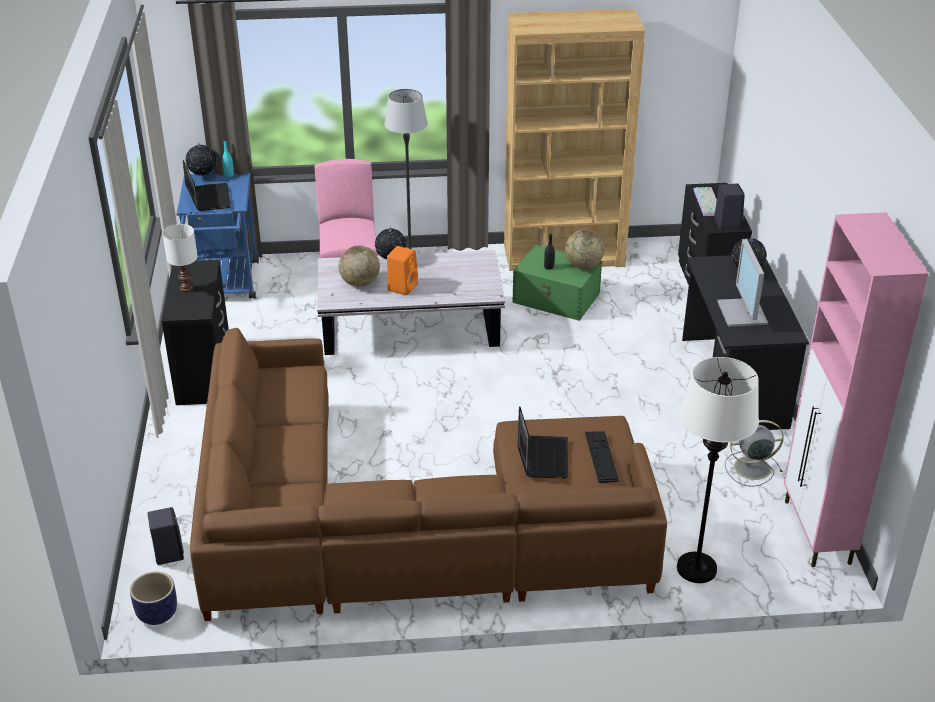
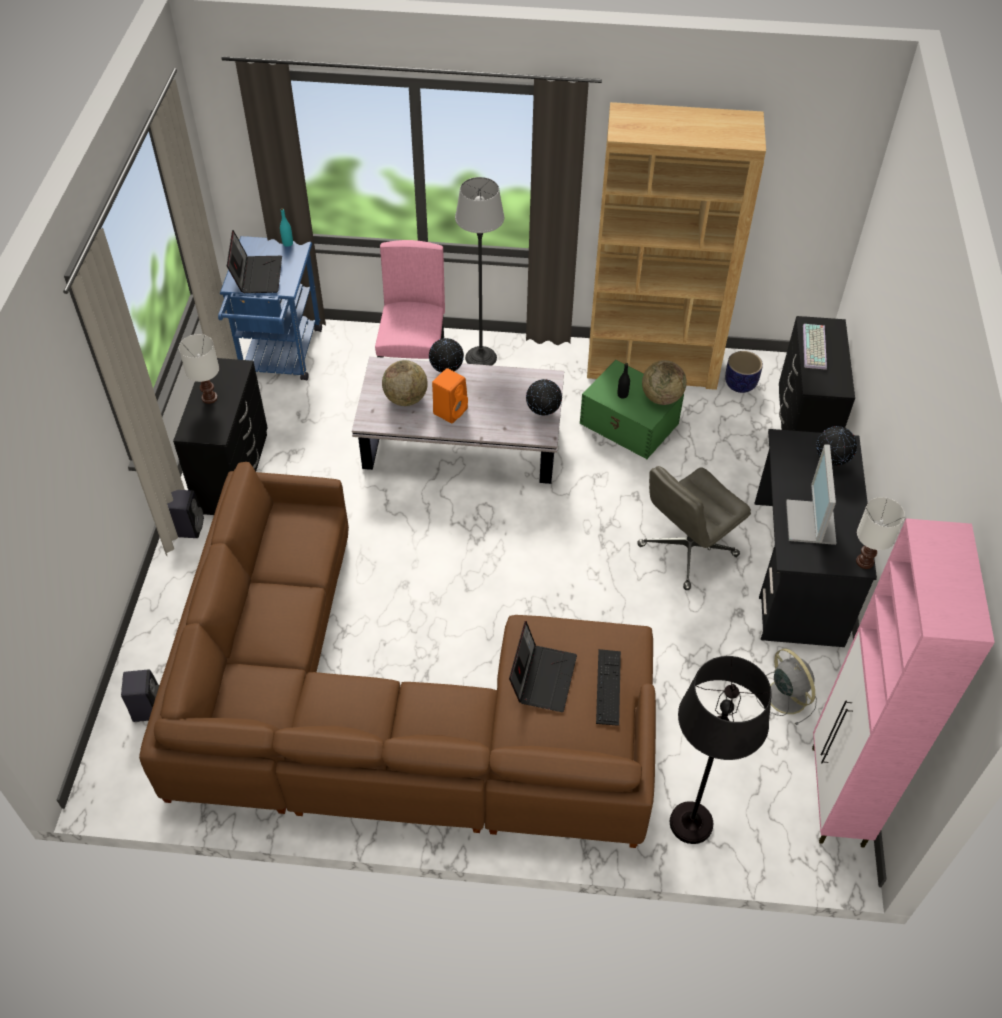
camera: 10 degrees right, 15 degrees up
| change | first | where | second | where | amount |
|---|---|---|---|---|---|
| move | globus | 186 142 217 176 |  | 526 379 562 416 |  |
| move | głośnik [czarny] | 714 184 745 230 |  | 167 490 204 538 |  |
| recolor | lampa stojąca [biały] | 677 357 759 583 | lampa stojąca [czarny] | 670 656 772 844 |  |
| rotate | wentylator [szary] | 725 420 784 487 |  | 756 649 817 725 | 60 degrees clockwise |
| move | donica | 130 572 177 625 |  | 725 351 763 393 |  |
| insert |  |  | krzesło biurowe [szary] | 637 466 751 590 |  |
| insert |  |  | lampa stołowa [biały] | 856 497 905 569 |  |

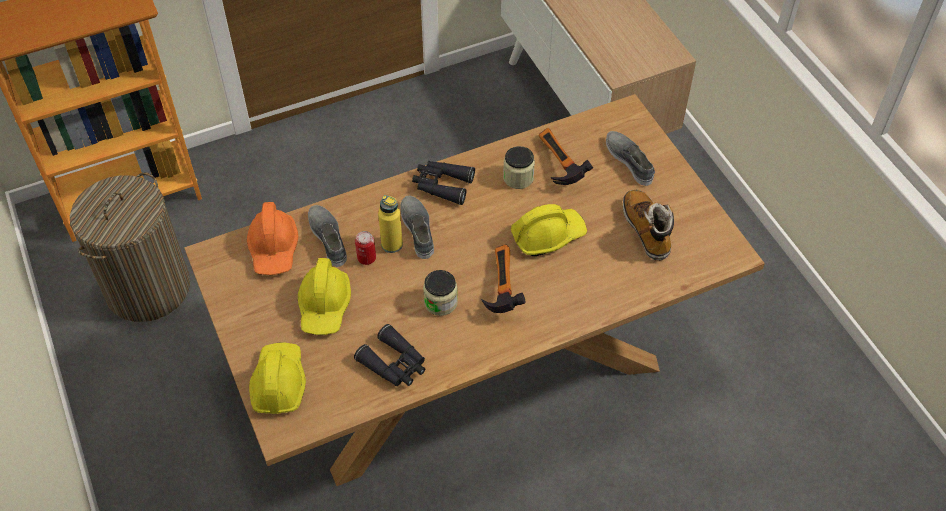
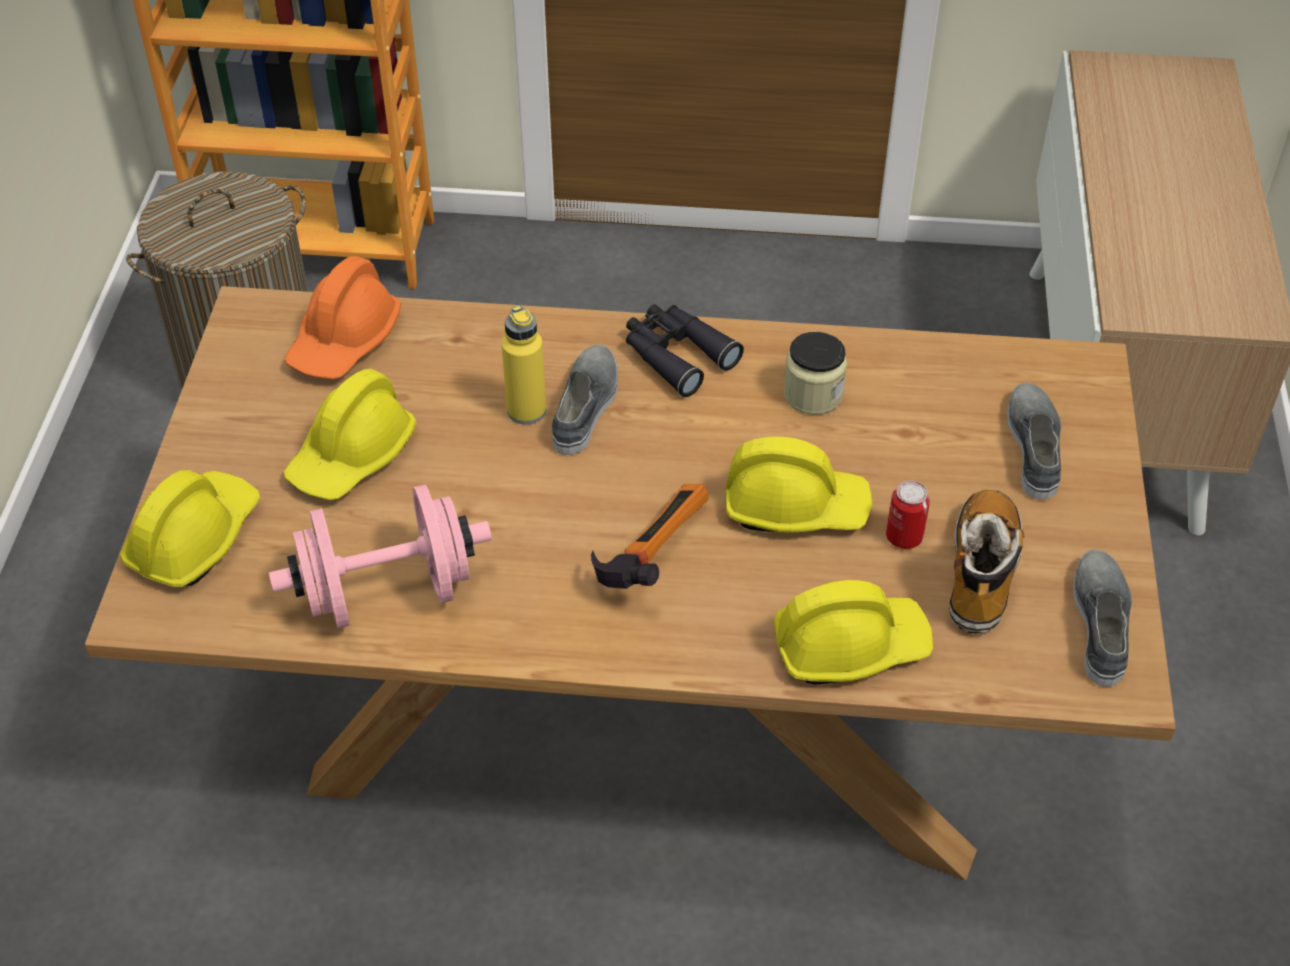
camera: 30 degrees right, 5 degrees down
| change | first | where | second | where | amount |
|---|---|---|---|---|---|
| delete | młotek | 539 128 593 185 |  |  |  |
| move | but [szary] | 308 205 347 267 |  | 1073 549 1132 687 |  |
| move | puszka | 355 231 376 265 |  | 886 481 930 549 |  |
| delete | słoik | 423 270 458 316 |  |  |  |
| replace | lornetka [czarny] | 354 324 425 386 | hantel [różowy] | 269 485 492 628 |  |
| insert |  |  | kask [żółty] | 774 580 933 685 |  |

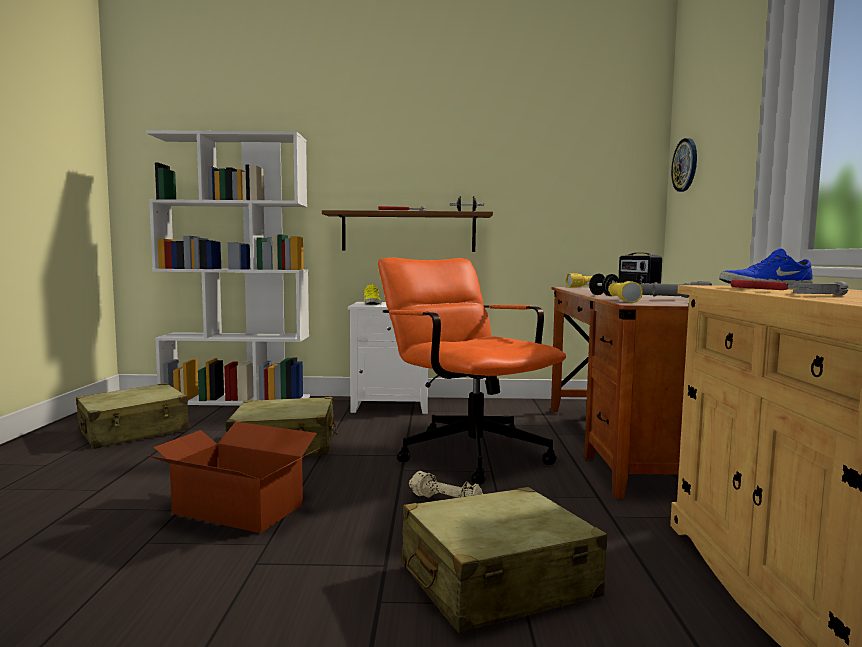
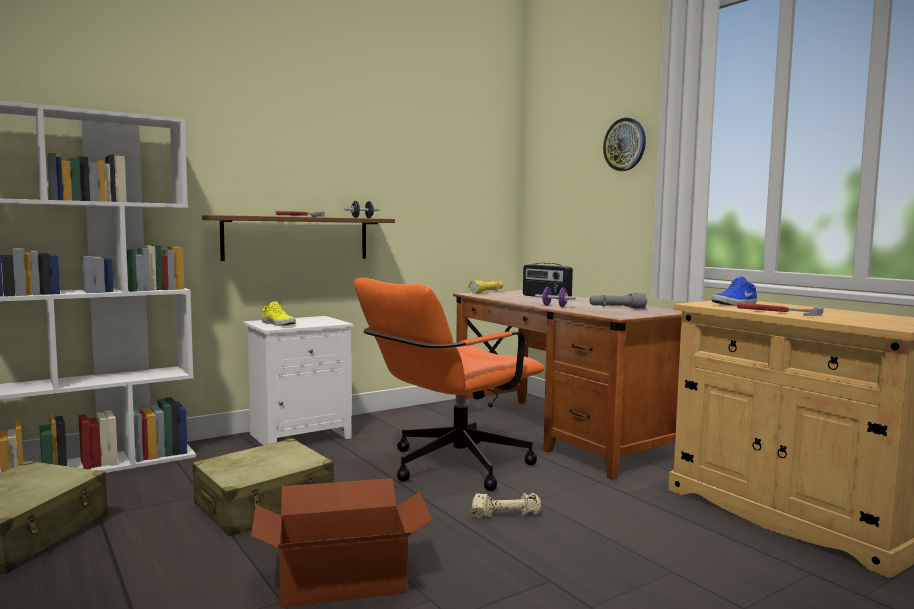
camera: 35 degrees left, 0 degrees up
| change | first | where | second | where | amount |
|---|---|---|---|---|---|
| move | zegar ścienny | 671 138 697 192 |  | 603 118 646 171 |  |
| rotate | krzesło biurowe [pomarańczowy] | 378 257 566 485 |  | 354 278 545 491 | 60 degrees counterclockwise |
| recolor | hantel [czarny] | 587 273 620 296 | hantel [fioletowy] | 535 287 576 307 |  |
| delete | latarka [żółty] | 608 281 643 303 |  |  |  |
| delete | walizka [beżowy] | 401 487 607 633 |  |  |  |

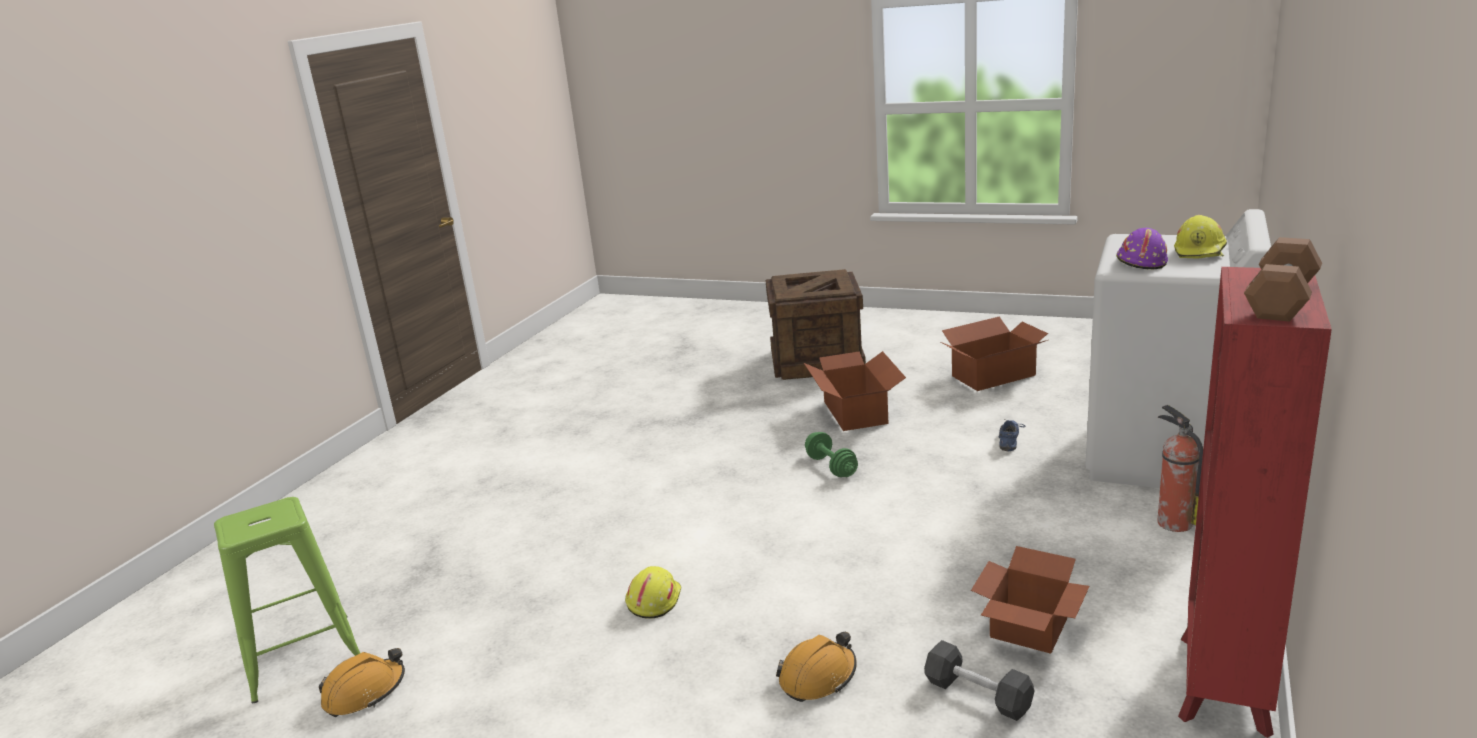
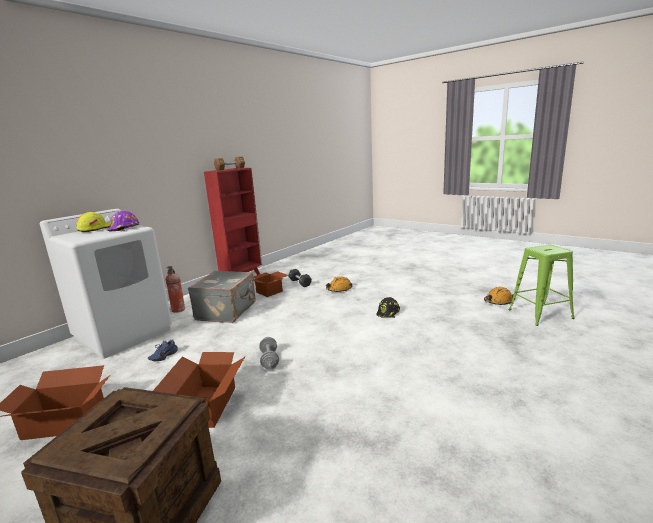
camera: 165 degrees left, 5 degrees down
| change | first | where | second | where | amount |
|---|---|---|---|---|---|
| recolor | hantel [zielony] | 805 432 858 477 | hantel [szary] | 259 337 279 370 |  |
| recolor | kask [żółty] | 625 566 681 619 | kask [czarny] | 376 297 400 318 |  |
| insert |  |  | walizka [szary] | 188 271 256 323 |  |

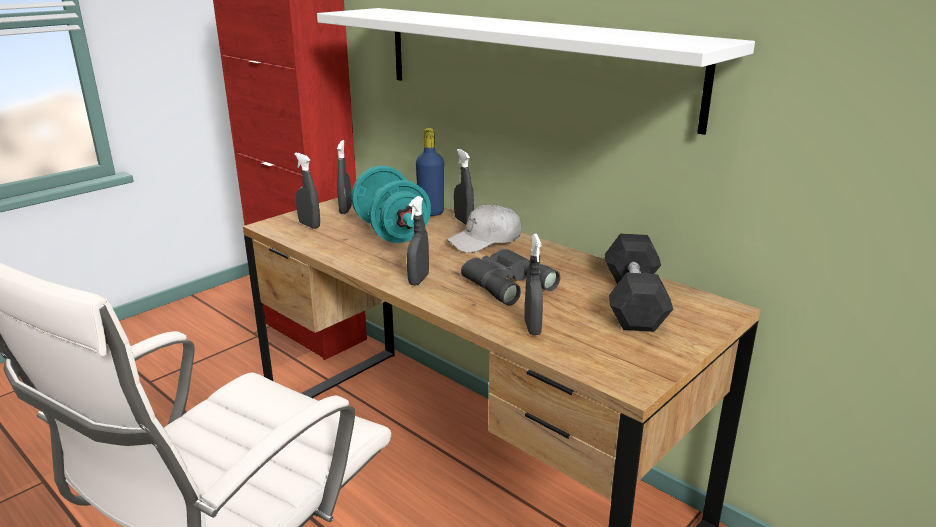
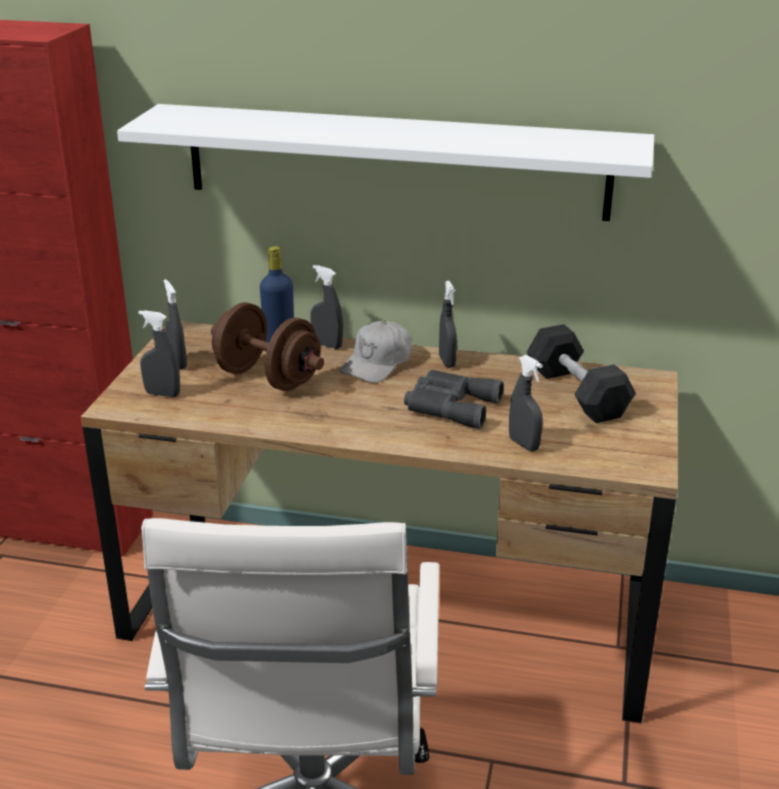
camera: 30 degrees left, 5 degrees up
| change | first | where | second | where | amount |
|---|---|---|---|---|---|
| recolor | hantel [turkusowy] | 351 166 431 243 | hantel [brązowy] | 211 302 324 391 |  |
| move | spryskiwacz [szary] | 407 196 429 285 |  | 439 281 457 368 |  |

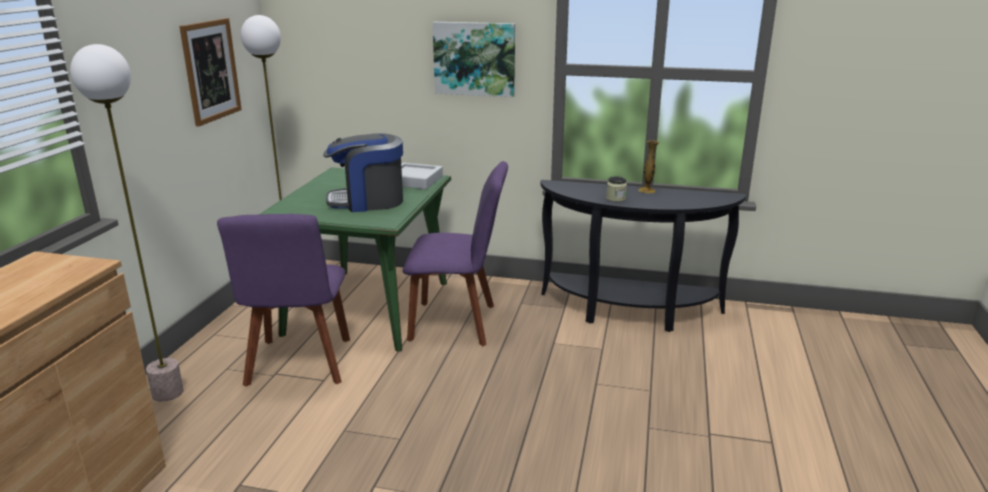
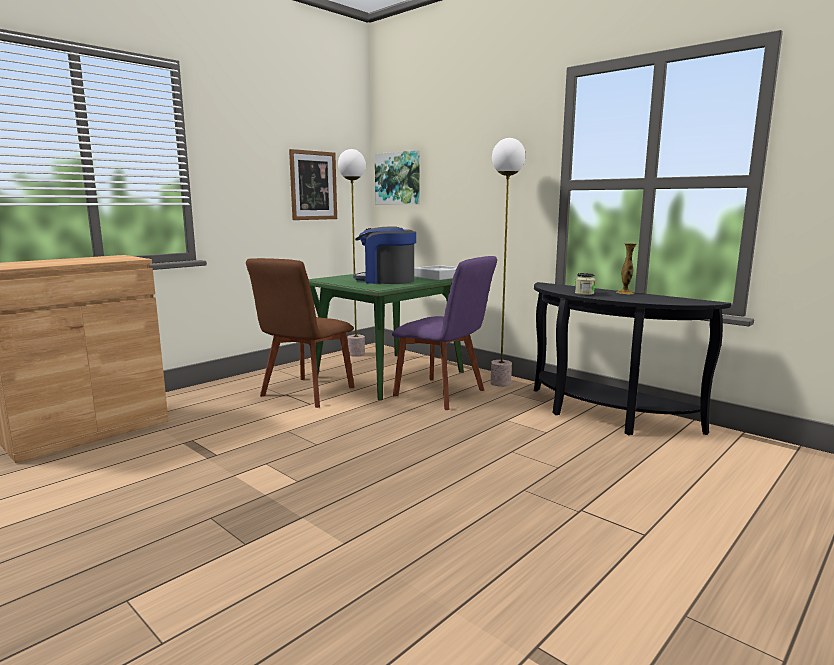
camera: 30 degrees right, 10 degrees down
| change | first | where | second | where | amount |
|---|---|---|---|---|---|
| move | obraz | 433 22 515 97 |  | 375 150 419 205 |  |
| move | lampa stojąca | 70 44 184 402 |  | 491 138 526 387 |  |
| recolor | krzesło [fioletowy] | 217 214 350 387 | krzesło [brązowy] | 246 258 355 408 |  |

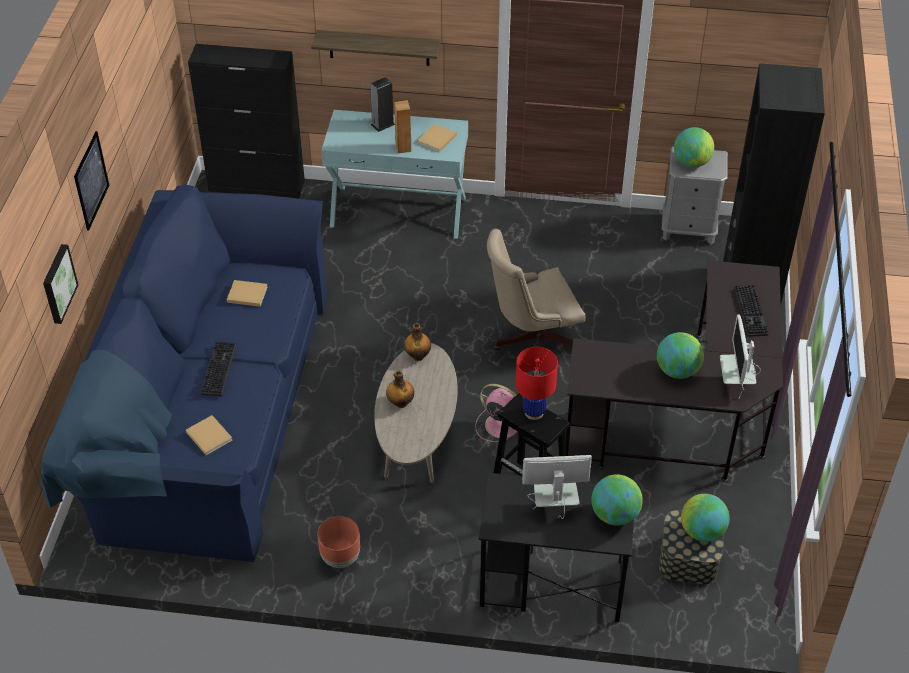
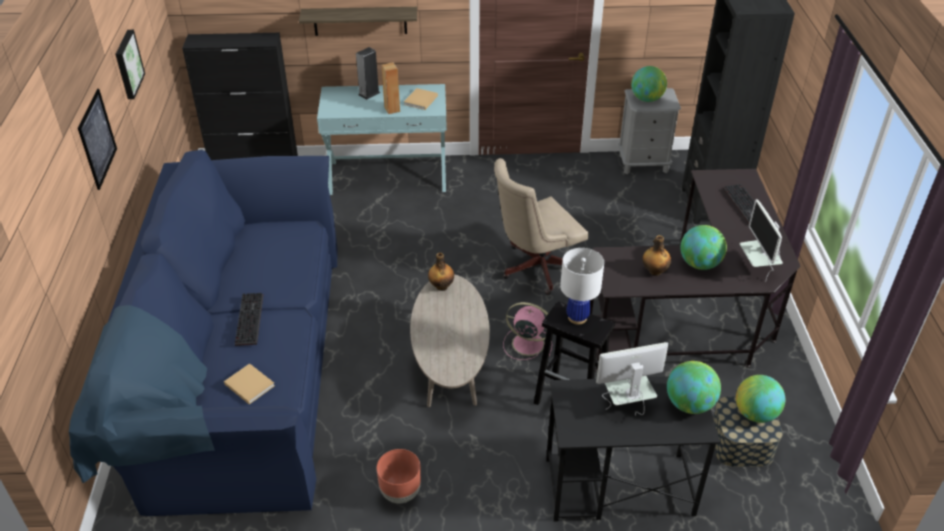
camera: 10 degrees left, 5 degrees down
| change | first | where | second | where | amount |
|---|---|---|---|---|---|
| move | obraz | 43 244 78 324 |  | 115 30 145 99 |  |
| delete | książka [beżowy] | 227 280 268 307 |  |  |  |
| recolor | lampa stołowa [czerwony] | 516 347 558 420 | lampa stołowa [biały] | 560 248 604 325 |  |
| move | butelka | 386 370 414 408 |  | 642 235 671 276 |  |

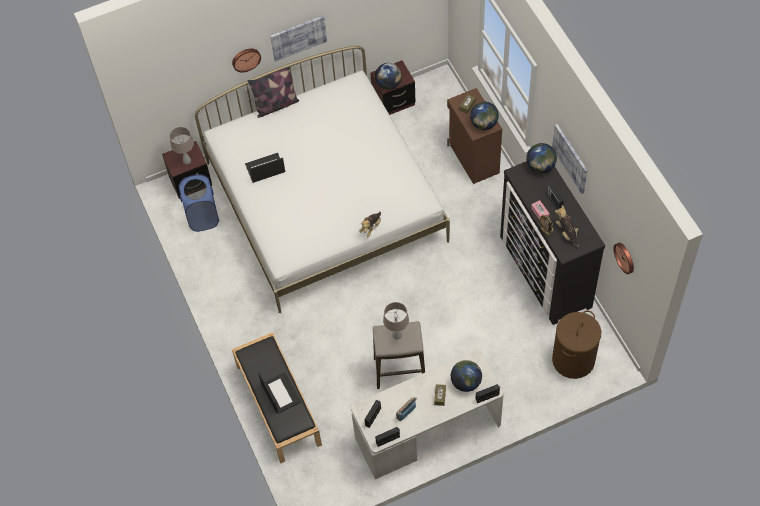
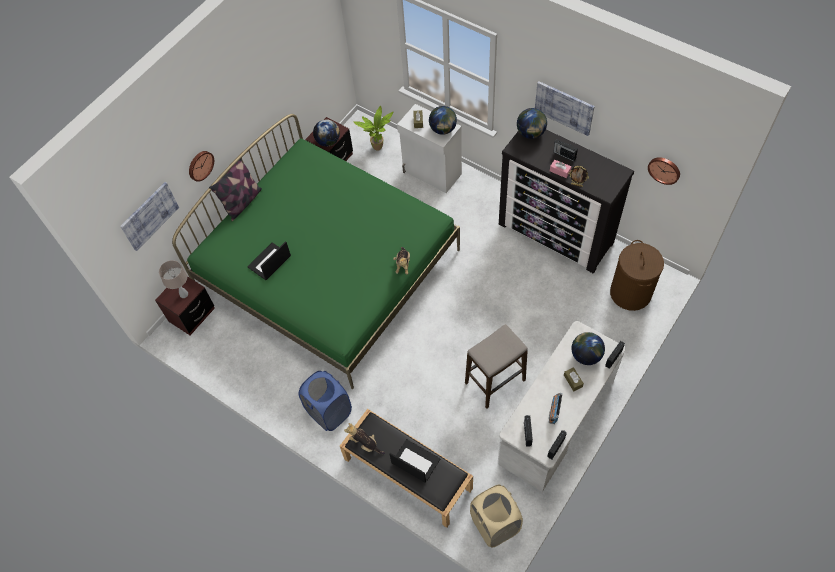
camera: 30 degrees left, 0 degrees up
| change | first | where | second | where | amount |
|---|---|---|---|---|---|
| move | obraz | 270 16 327 62 |  | 120 182 179 251 |  |
| recolor | łóżko [biały] | 195 46 450 313 | łóżko [zielony] | 172 114 460 389 |  |
| recolor | szafka [brązowy] | 447 88 502 184 | szafka [biały] | 397 104 462 193 |  |
| move | kosz na pranie [niebieski] | 179 174 219 232 |  | 299 371 352 431 |  |
| move | pluszak | 555 205 580 249 |  | 344 423 385 454 |  |
| delete | lampa stołowa [beżowy] | 383 302 409 340 |  |  |  |
| insert |  |  | roślina doniczkowa | 353 106 393 151 |  |
| insert |  |  | kosz na pranie [beżowy] | 470 485 523 548 |  |

